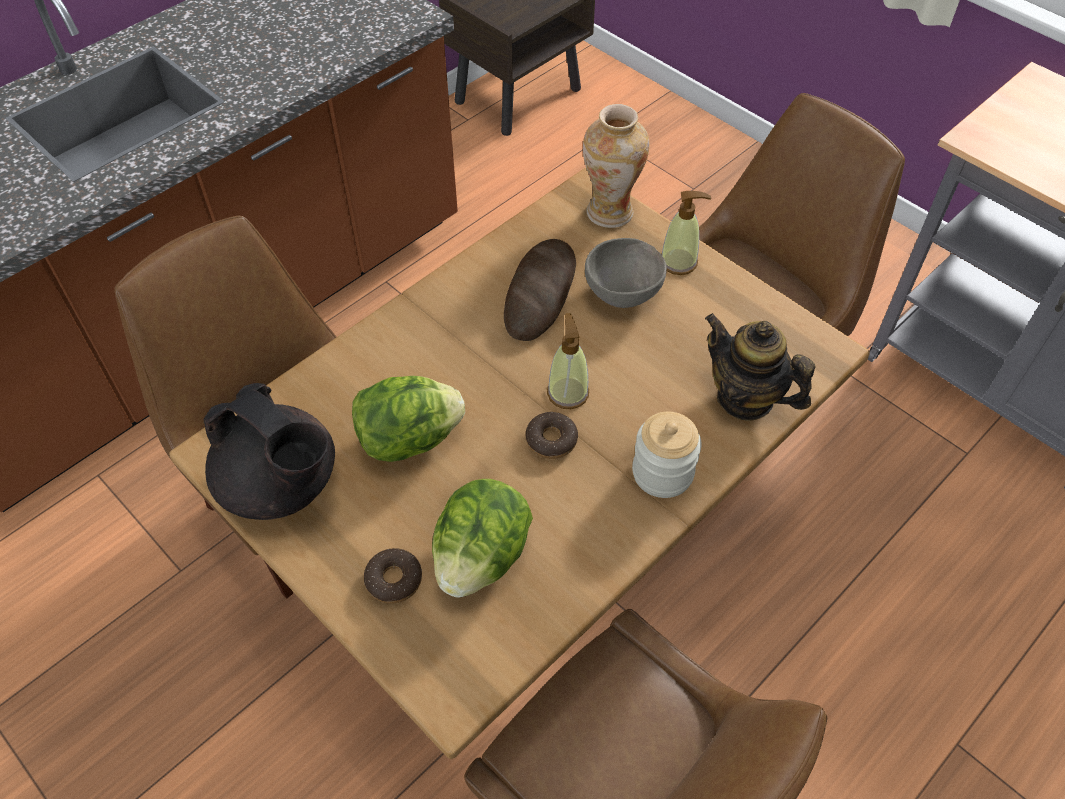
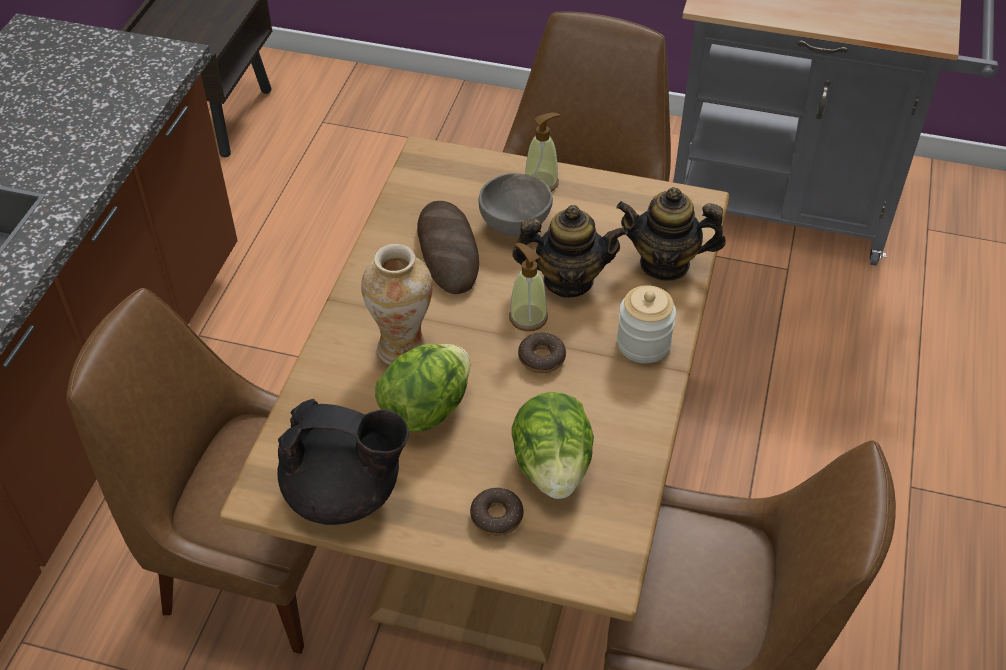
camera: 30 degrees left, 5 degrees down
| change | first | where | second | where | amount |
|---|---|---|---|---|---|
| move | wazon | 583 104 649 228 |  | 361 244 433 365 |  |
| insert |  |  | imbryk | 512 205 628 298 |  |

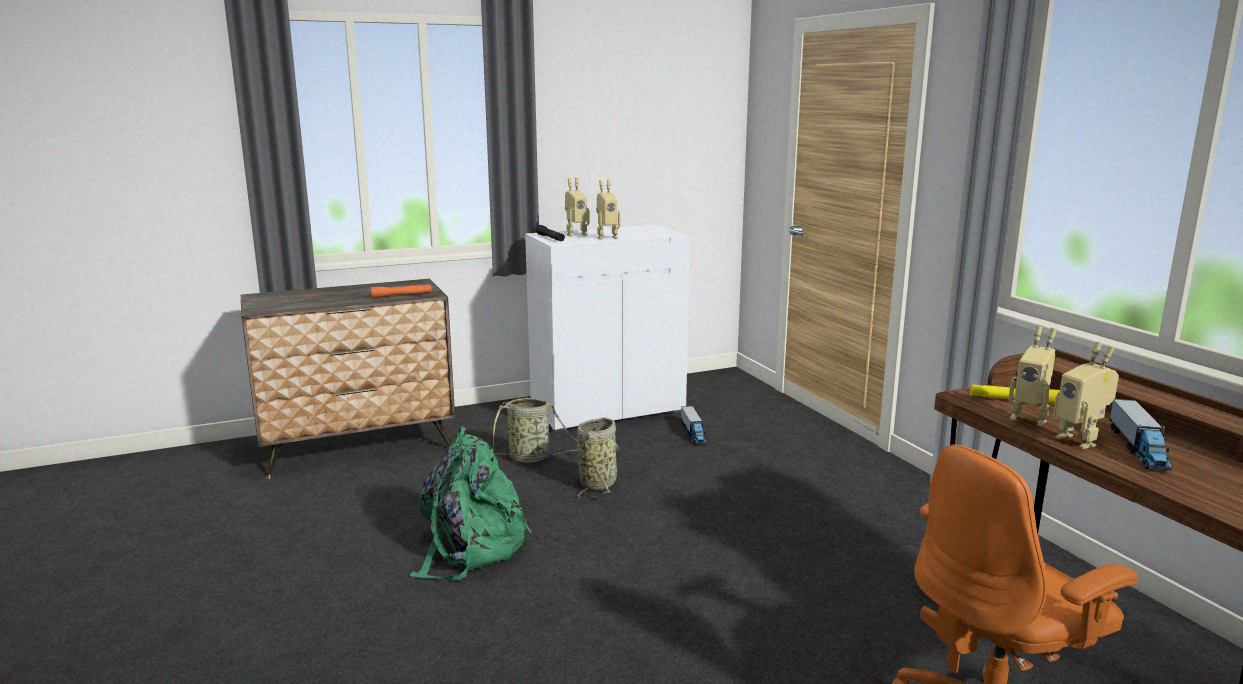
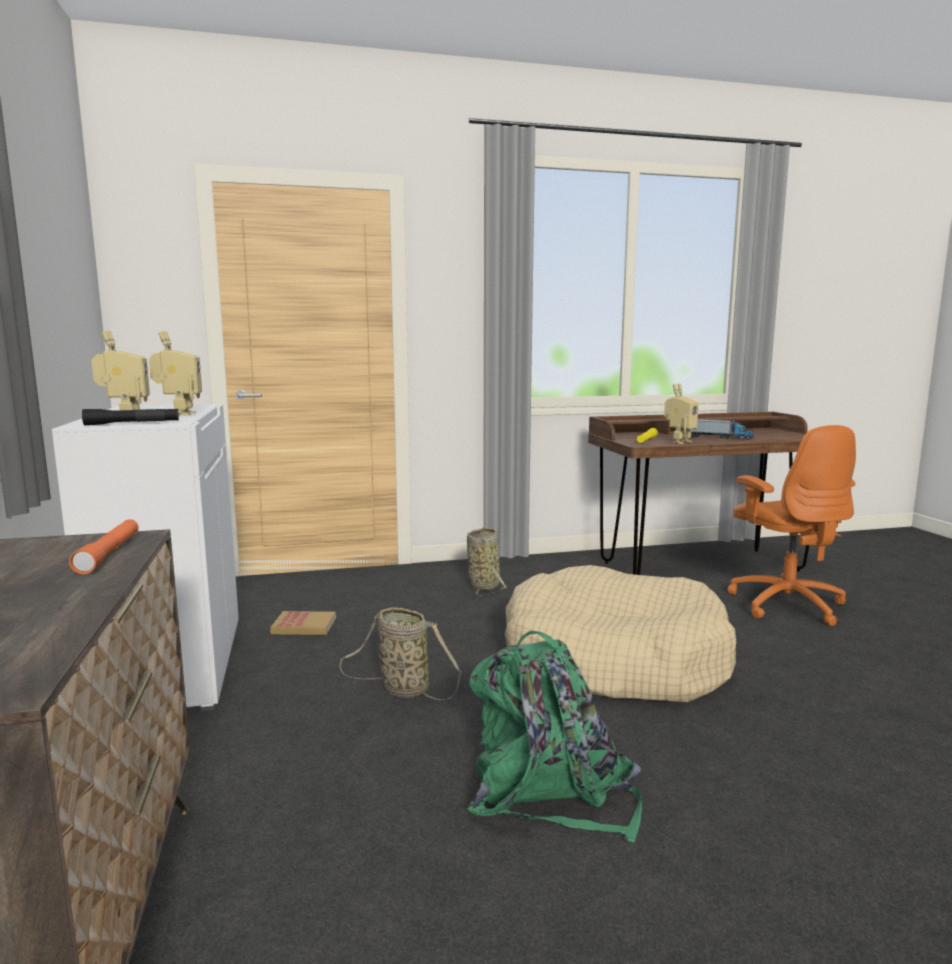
camera: 80 degrees left, 5 degrees down
| change | first | where | second | where | amount |
|---|---|---|---|---|---|
| delete | robot zabawkowy | 1053 342 1119 449 |  |  |  |
| move | koszyk | 493 398 577 463 |  | 467 527 507 596 |  |
| replace | ciężarówka zabawkowa | 681 406 706 445 | książka | 270 611 336 635 |  |
| insert |  |  | legowisko [beżowy] | 505 565 736 702 |  |

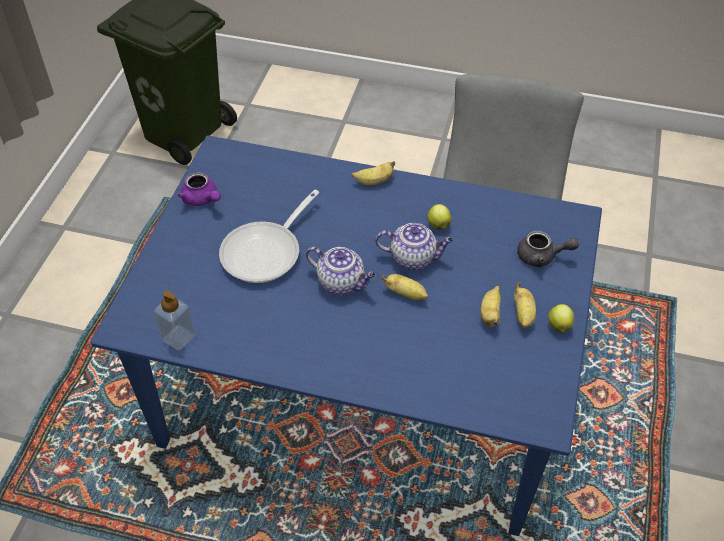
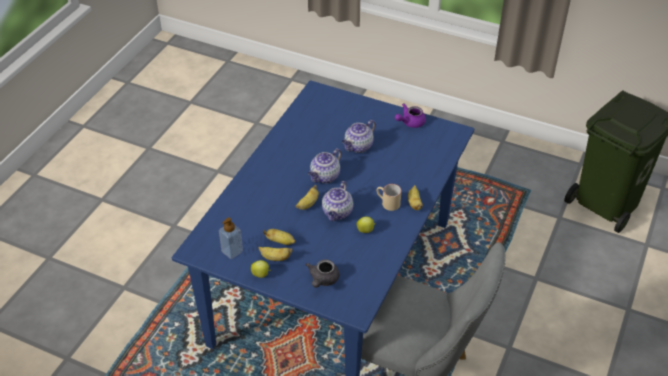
camera: 100 degrees right, 5 degrees down
| change | first | where | second | where | amount |
|---|---|---|---|---|---|
| replace | patelnia | 219 190 319 283 | imbryk | 342 120 376 153 |  |
| move | dozownik mydła | 154 290 195 350 |  | 219 218 243 259 |  |
| insert |  |  | kubek [beżowy] | 377 184 401 211 |  |

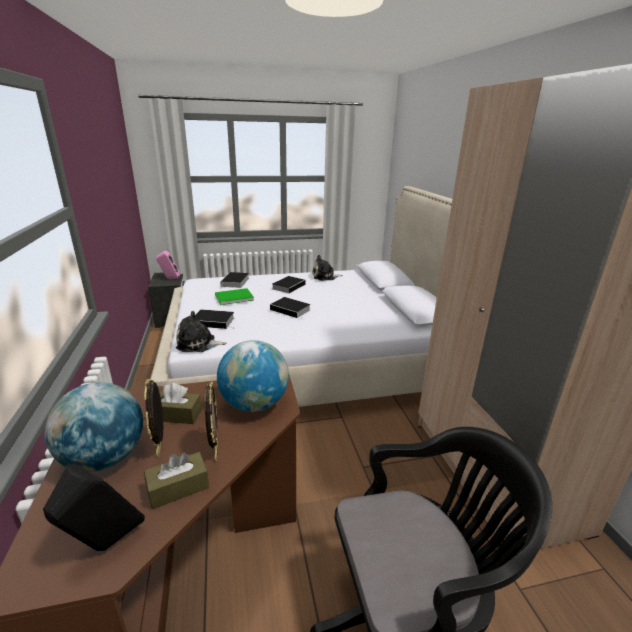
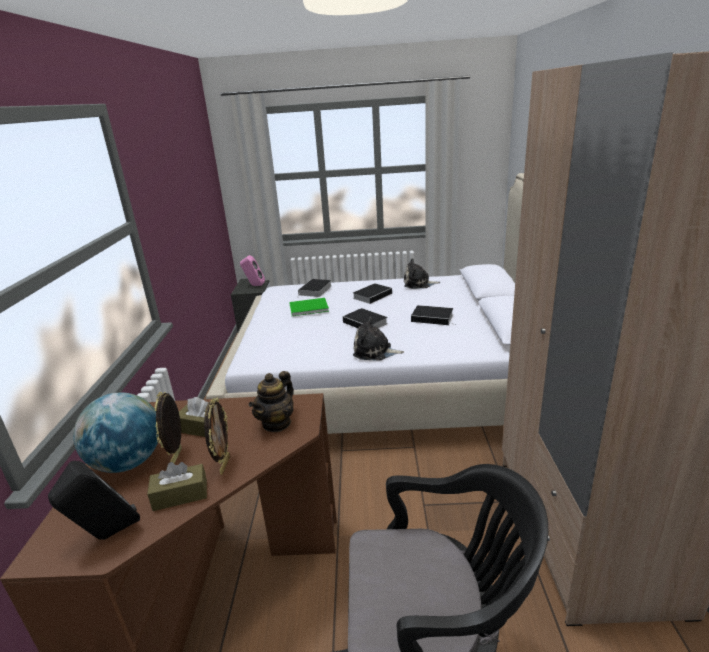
camera: 15 degrees right, 0 degrees up
| change | first | where | second | where | amount |
|---|---|---|---|---|---|
| move | książka | 195 309 234 329 |  | 411 305 455 325 |  |
| move | pluszak | 176 311 226 352 |  | 353 317 404 361 |  |
| replace | globus | 217 340 289 412 | imbryk | 249 371 294 432 |  |

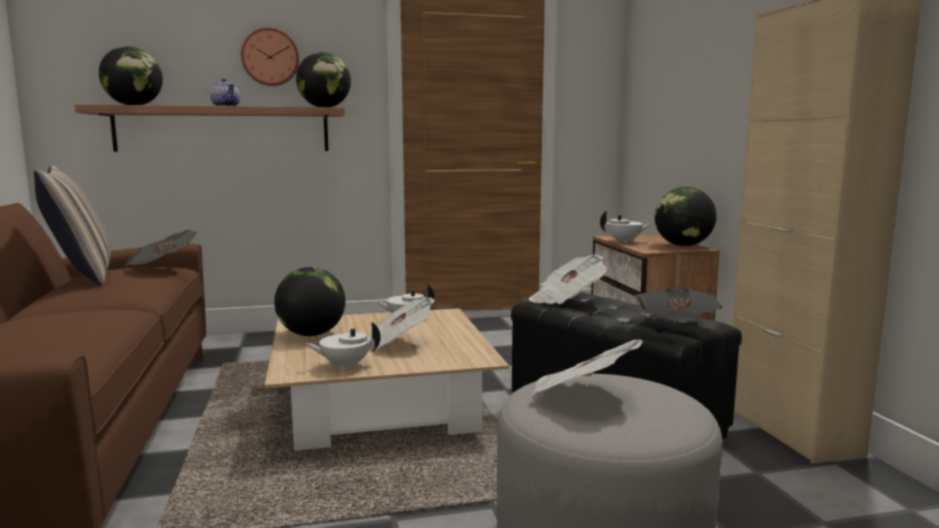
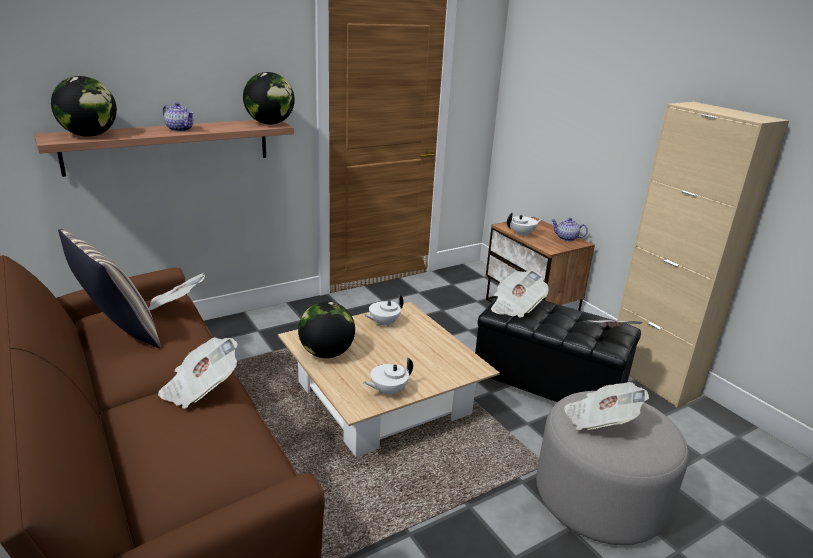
camera: 20 degrees left, 15 degrees up
| change | first | where | second | where | amount |
|---|---|---|---|---|---|
| delete | zegar ścienny | 241 28 299 86 |  |  |  |
| replace | globus | 655 187 717 246 | imbryk | 551 218 588 241 |  |
| move | gazeta | 367 297 435 350 |  | 158 337 238 408 |  |

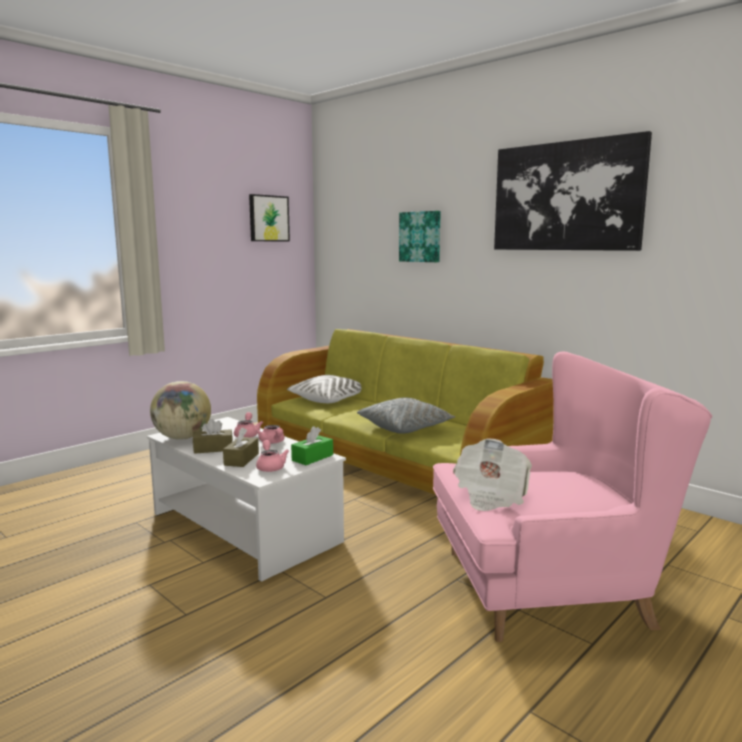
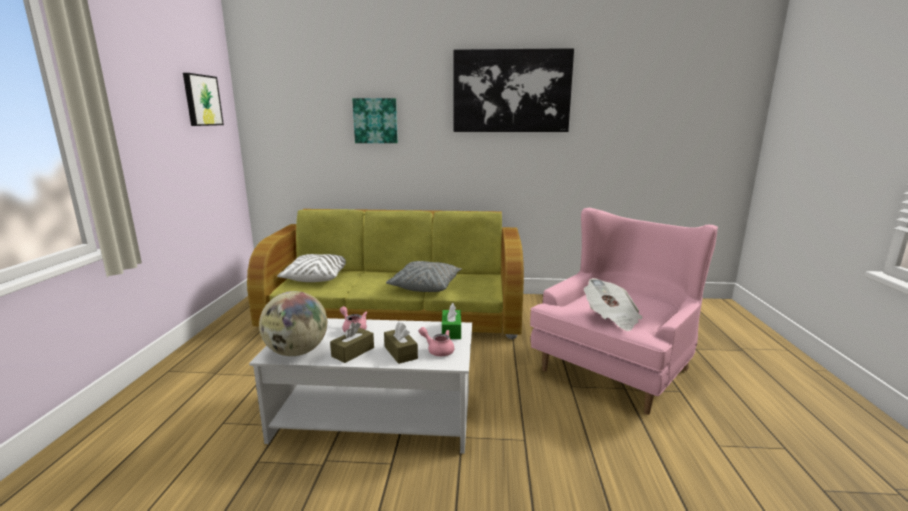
camera: 40 degrees left, 5 degrees up
| change | first | where | second | where | amount |
|---|---|---|---|---|---|
| delete | imbryk [różowy] | 256 425 284 444 |  |  |  |

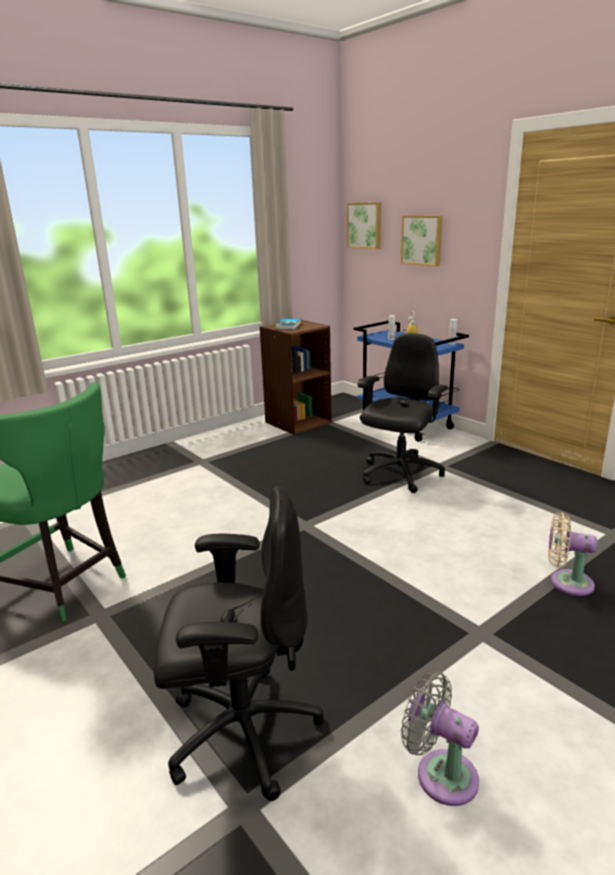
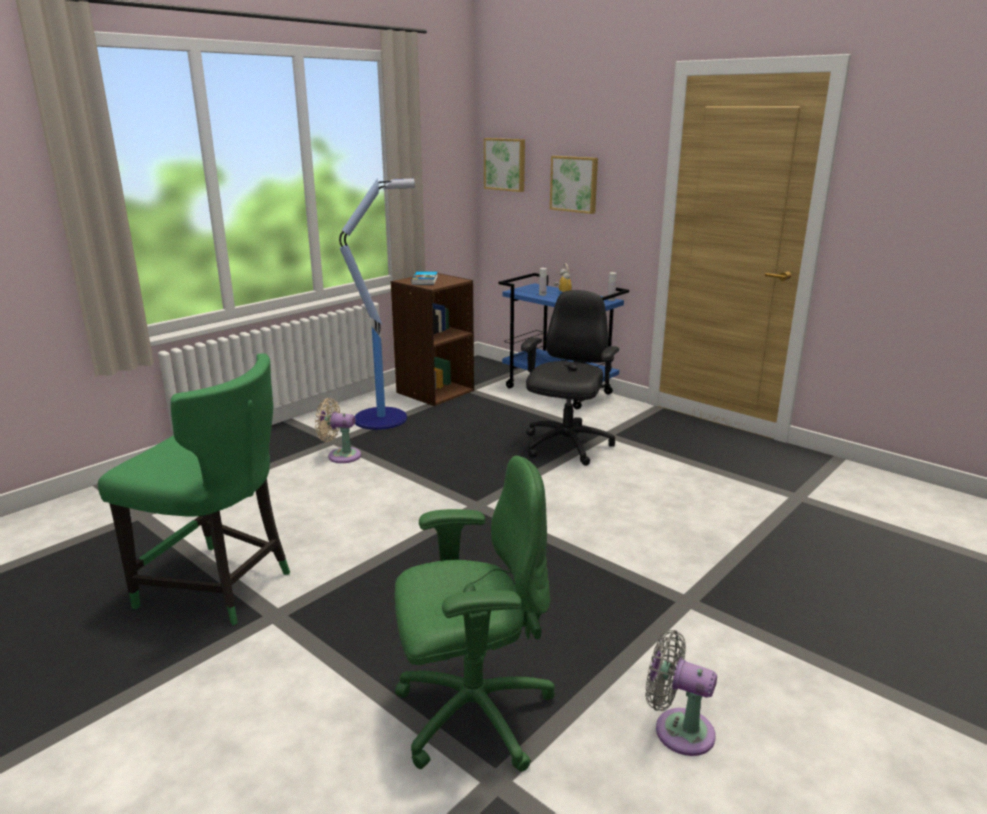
camera: 10 degrees left, 0 degrees up
| change | first | where | second | where | amount |
|---|---|---|---|---|---|
| recolor | krzesło biurowe [czarny] | 154 486 324 801 | krzesło biurowe [zielony] | 394 456 555 772 |  |
| move | wentylator [beżowy] | 548 512 597 596 |  | 315 398 361 463 |  |
| insert |  |  | lampa stojąca | 339 178 415 430 |  |

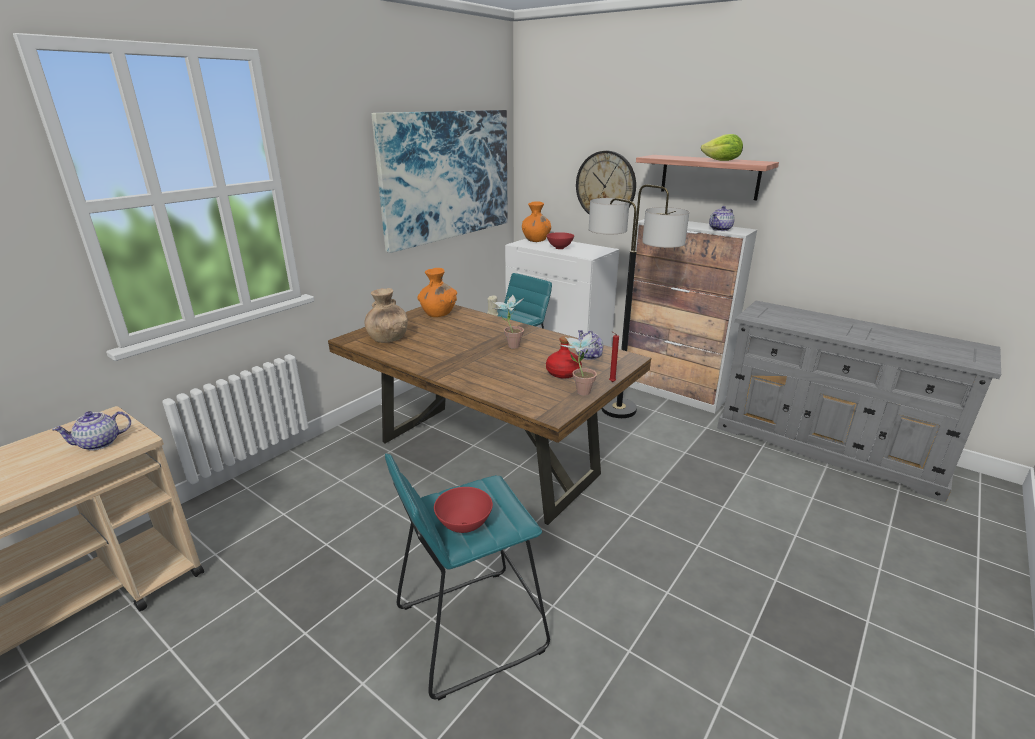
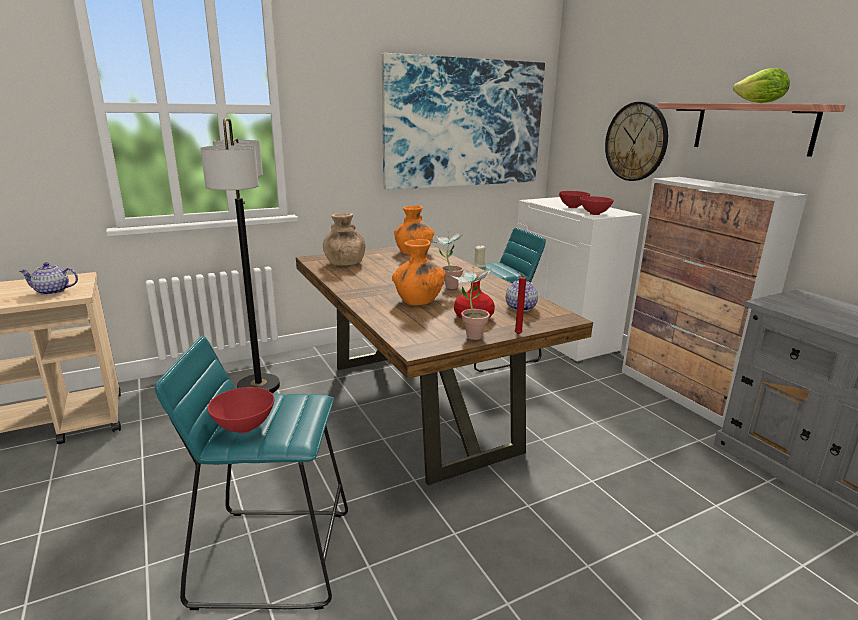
camera: 25 degrees right, 5 degrees down
| change | first | where | second | where | amount |
|---|---|---|---|---|---|
| move | lampa stojąca | 589 185 689 418 |  | 200 118 280 393 |  |
| move | wazon [pomarańczowy] | 522 201 551 242 |  | 392 239 446 305 |  |
| delete | imbryk | 709 206 735 231 |  |  |  |
| insert |  |  | miska [czerwony] | 580 196 614 215 |  |

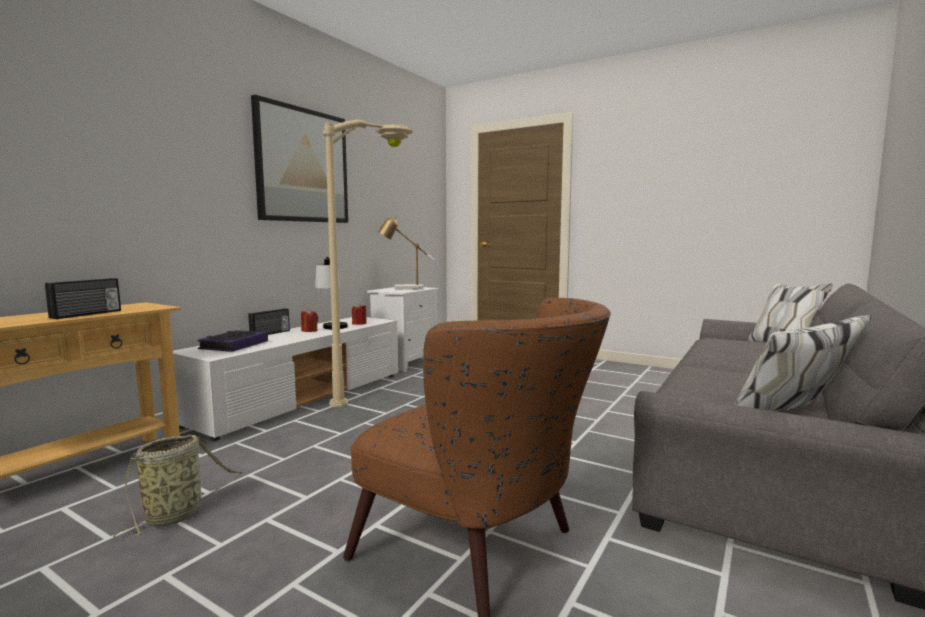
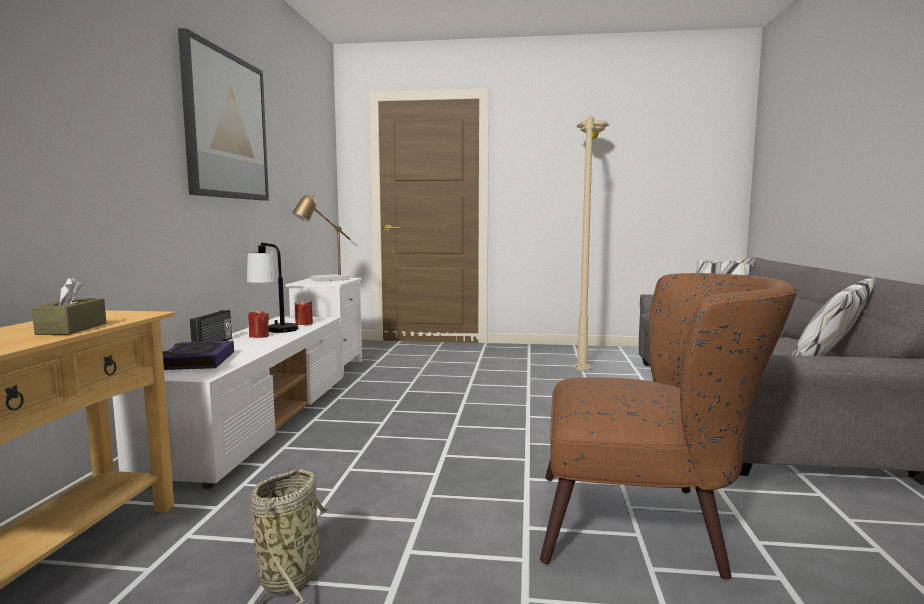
camera: 25 degrees left, 0 degrees up
| change | first | where | second | where | amount |
|---|---|---|---|---|---|
| move | lampa stojąca [beżowy] | 323 120 413 407 |  | 574 115 609 371 |  |
| replace | radio | 45 278 121 319 | pudełko chusteczek [brązowy] | 32 277 106 335 |  |

